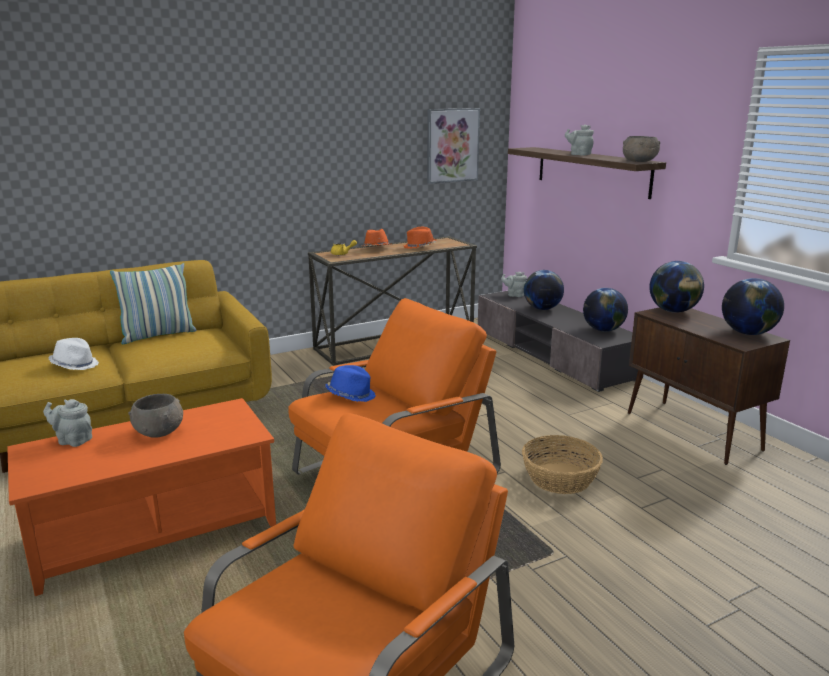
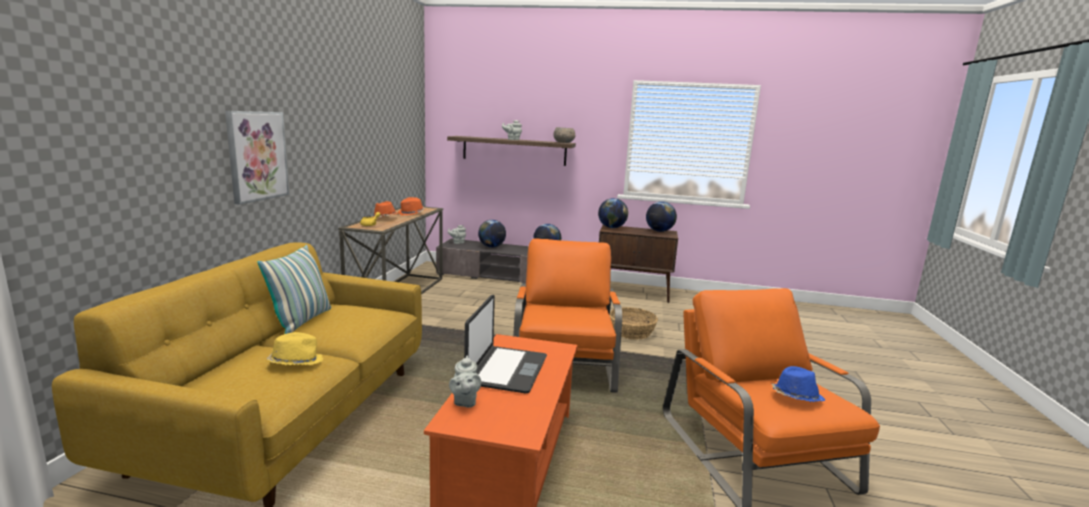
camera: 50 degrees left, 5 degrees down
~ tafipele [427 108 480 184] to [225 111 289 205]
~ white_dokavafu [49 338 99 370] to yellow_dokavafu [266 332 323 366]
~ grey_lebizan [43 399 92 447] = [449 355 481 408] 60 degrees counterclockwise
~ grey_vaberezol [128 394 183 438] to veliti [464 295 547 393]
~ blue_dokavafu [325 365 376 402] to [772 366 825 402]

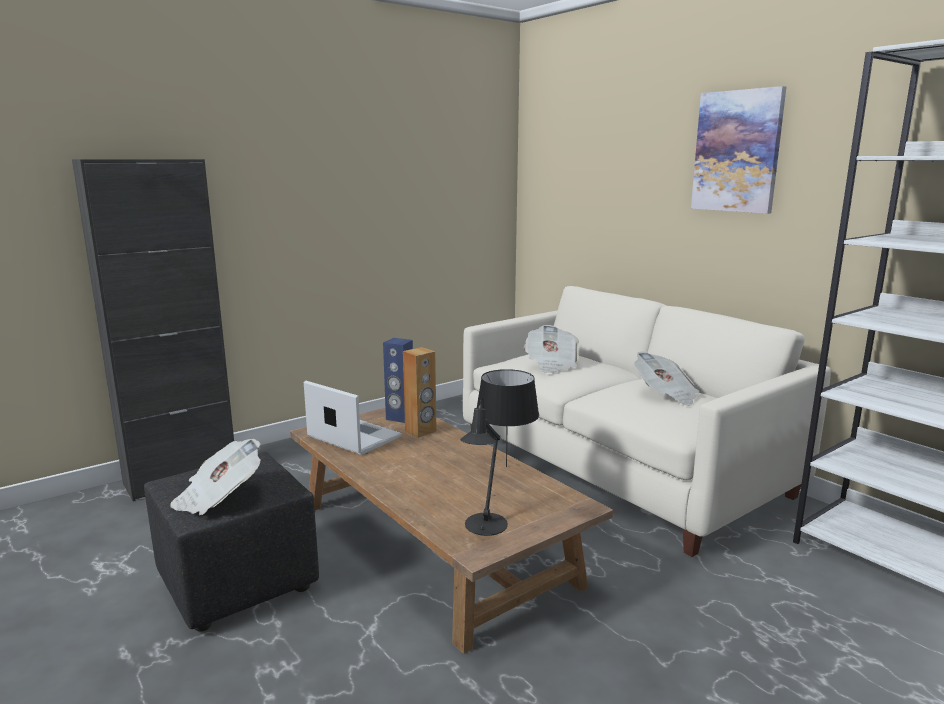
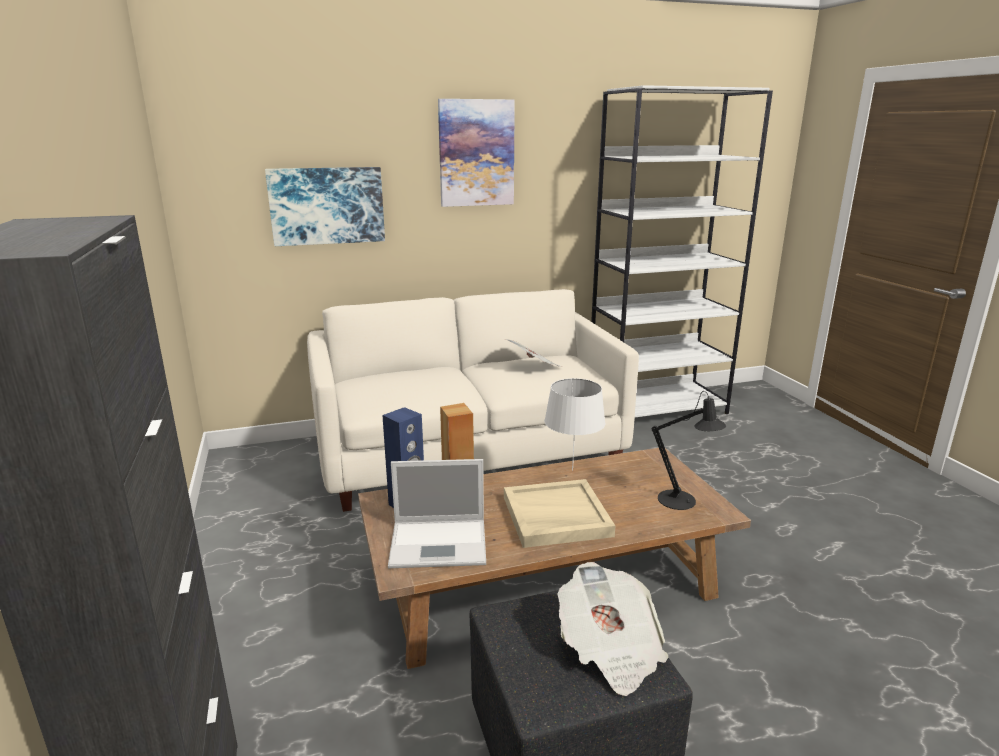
camera: 70 degrees left, 5 degrees up
+ tafipele [265 167 385 246]
~ veliti [304 381 402 455] = [388 459 486 568] 150 degrees counterclockwise
+ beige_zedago [504 479 615 548]
~ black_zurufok [477 369 539 467] to white_zurufok [544 378 605 471]
- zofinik [524 325 579 373]

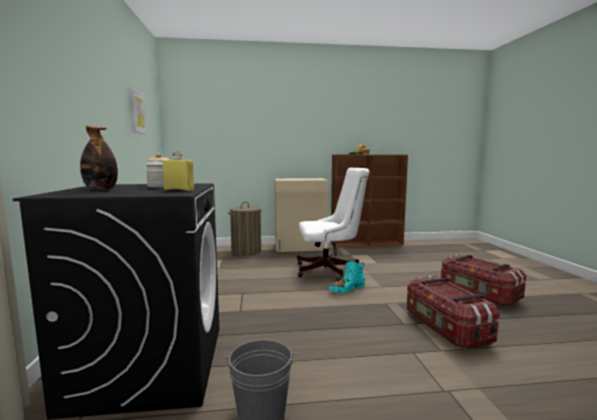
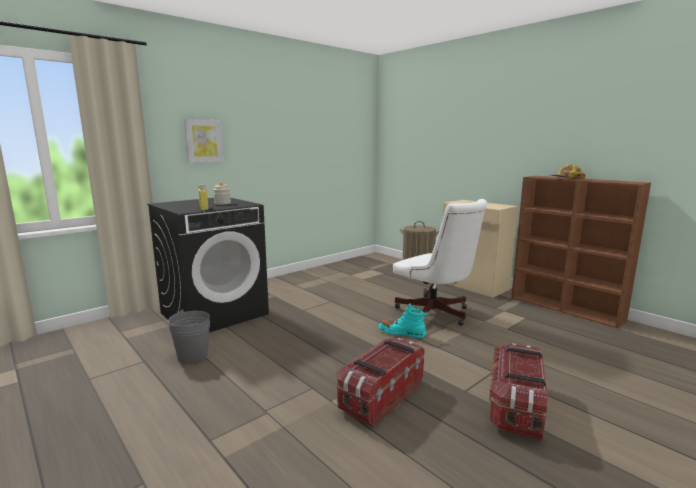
camera: 55 degrees right, 5 degrees up
~ tafipele [130 88 147 134] to [184 119 224 163]
- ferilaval [80 126 118 190]

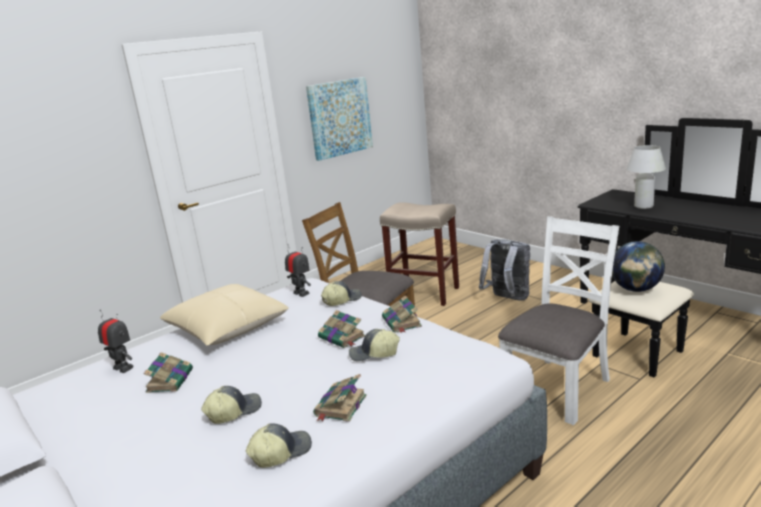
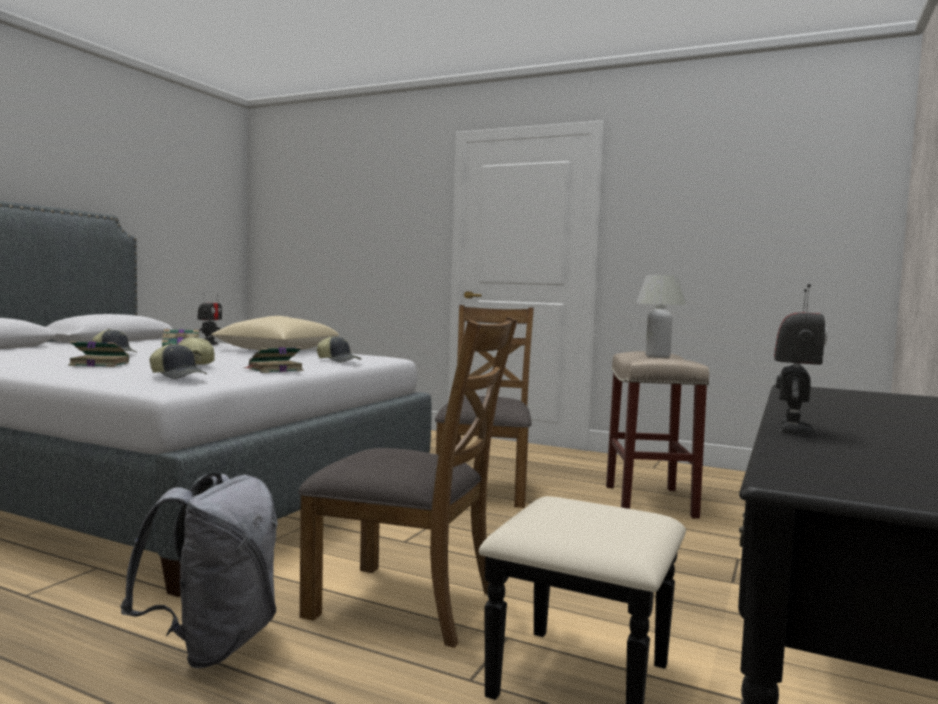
camera: 65 degrees right, 15 degrees down
~ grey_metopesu [479 239 530 300] to [120 472 278 668]
~ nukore [246 423 312 468] to [150 343 207 379]
~ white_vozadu [498 216 619 425] to brown_vozadu [298 317 518 648]
~ white_zurufok [626 145 666 209] to [636 275 686 358]
~ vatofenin [285 244 311 297] to [774 284 827 435]
- tafipele [306 77 373 161]
- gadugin [318 310 365 348]
- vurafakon [612 241 665 292]

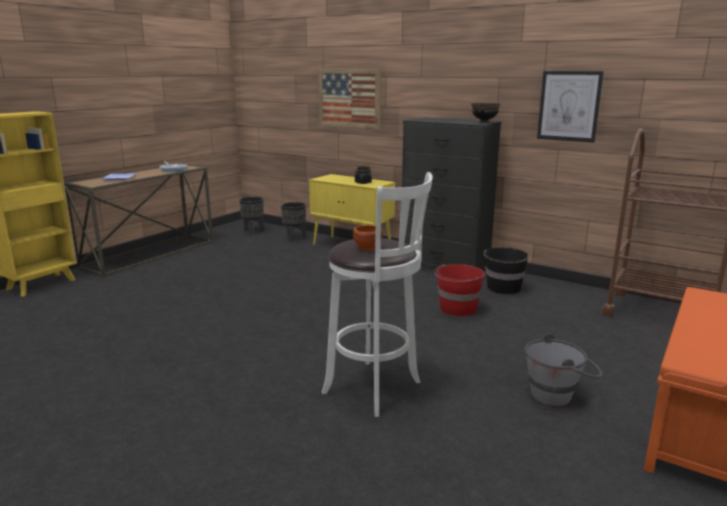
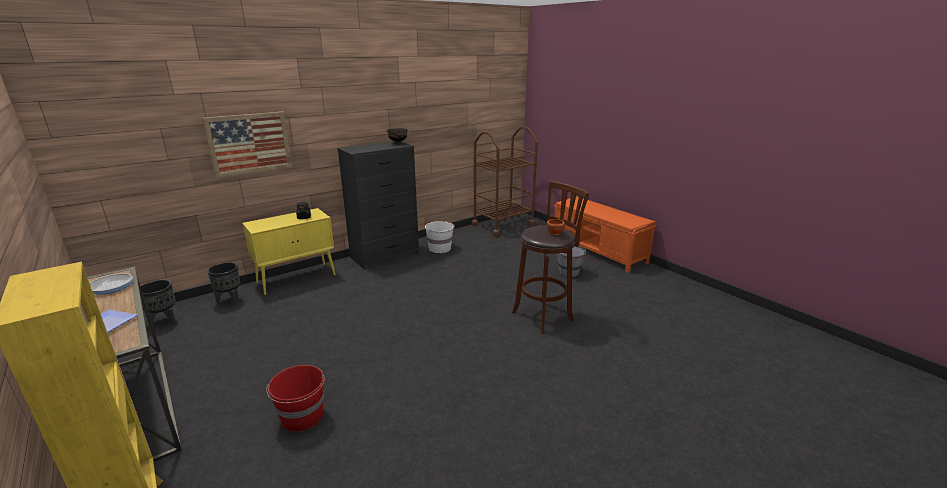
camera: 70 degrees left, 5 degrees up
~ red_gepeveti [434 264 484 317] to [266 365 325 432]
~ black_gepeveti [484 247 529 294] to white_gepeveti [425 221 455 253]
~ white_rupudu [322 172 433 417] to brown_rupudu [512 180 589 334]
- tafipele [537 71 604 143]

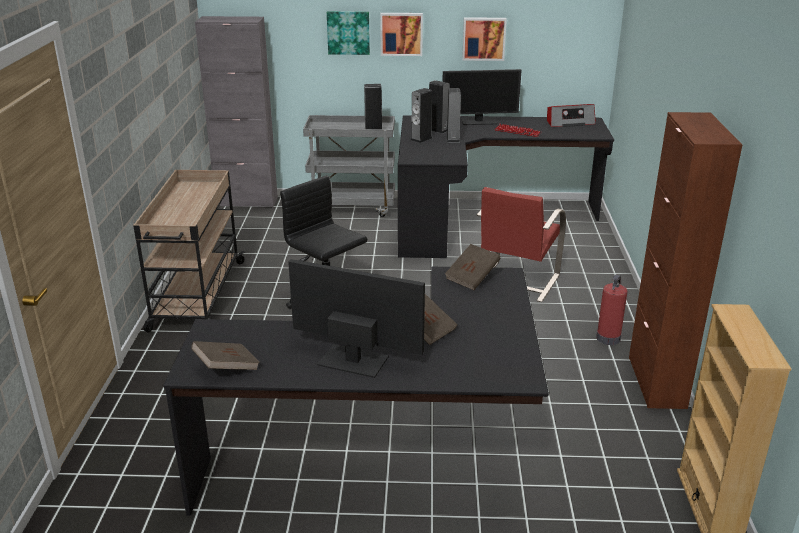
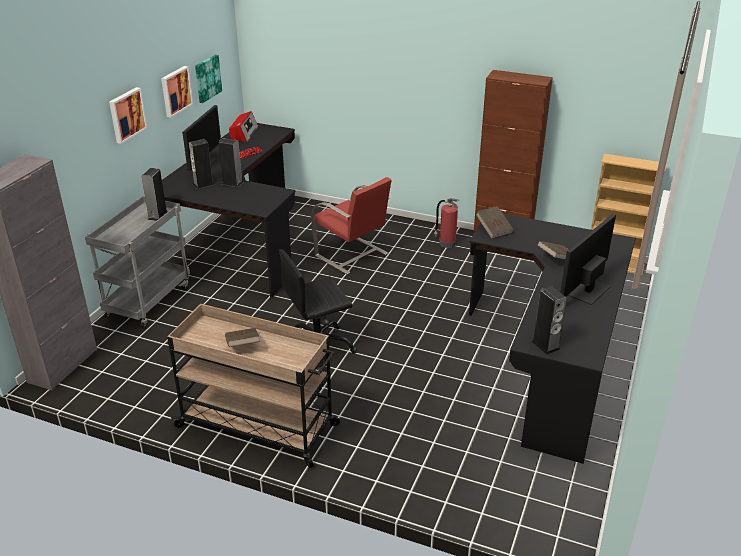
camera: 70 degrees left, 5 degrees up
~ tafipele [327 11 370 55] to [195 55 222 103]
~ brown_gadugin [191 341 260 370] to [225 328 260 347]
~ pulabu [410 88 432 143] to [532 286 567 355]

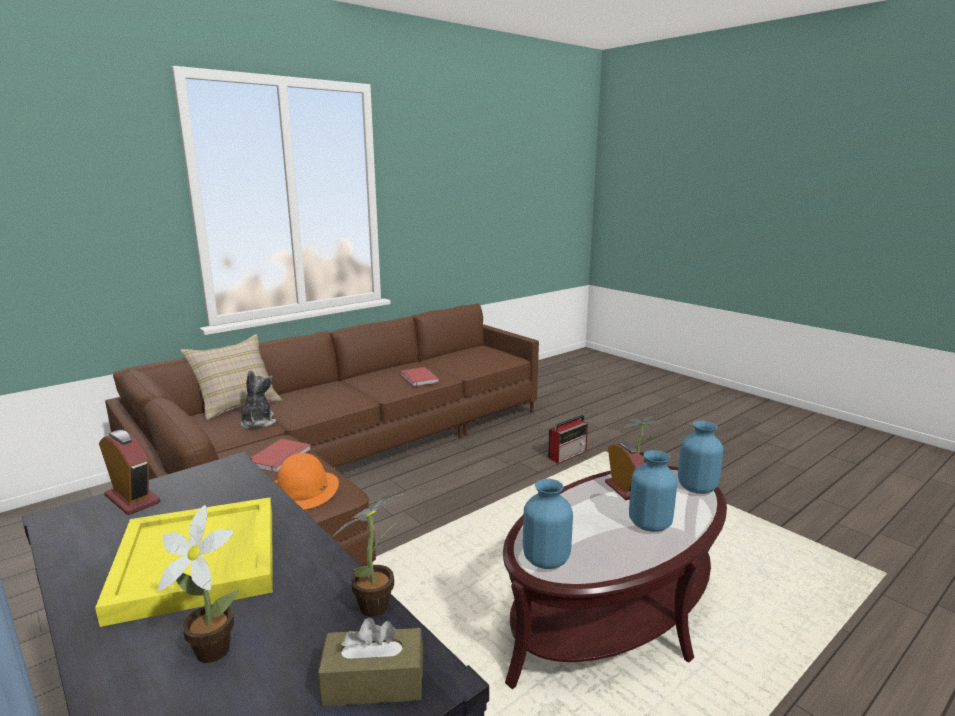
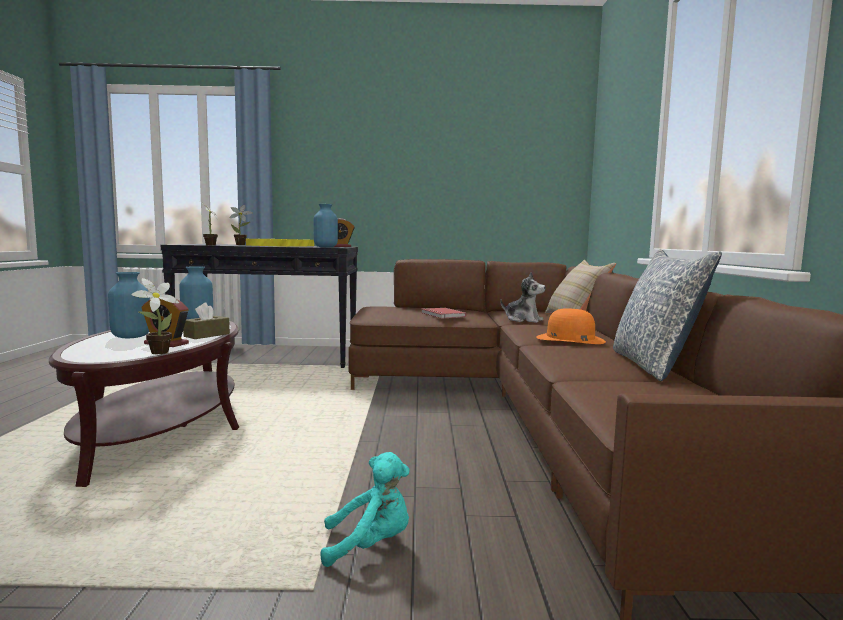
camera: 130 degrees right, 10 degrees down
~ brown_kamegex [318 618 423 706] to [183 302 230 339]
~ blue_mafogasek [678 421 724 494] to [314 204 338 247]
~ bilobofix [548 415 588 463] to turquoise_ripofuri [320 452 409 567]
~ orange_dokavafu [274 453 339 510] to [536 309 606 344]
+ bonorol [613 249 722 381]
- red_gadugin [400 367 439 386]

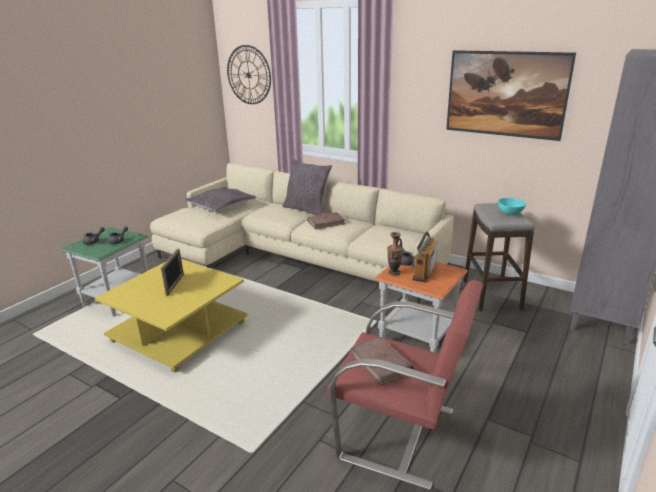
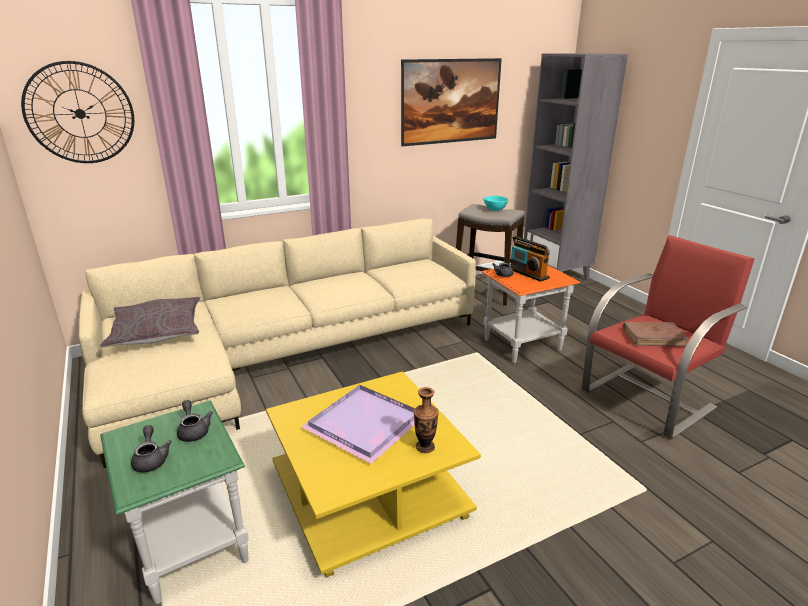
camera: 60 degrees left, 0 degrees up
~ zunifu [161 248 184 296] to purple_zedago [301 385 415 464]
~ mafogasek [387 232 403 276] to [414 387 439 453]
- grey_bonorol [282 158 332 215]
- brown_gadugin [307 212 346 230]

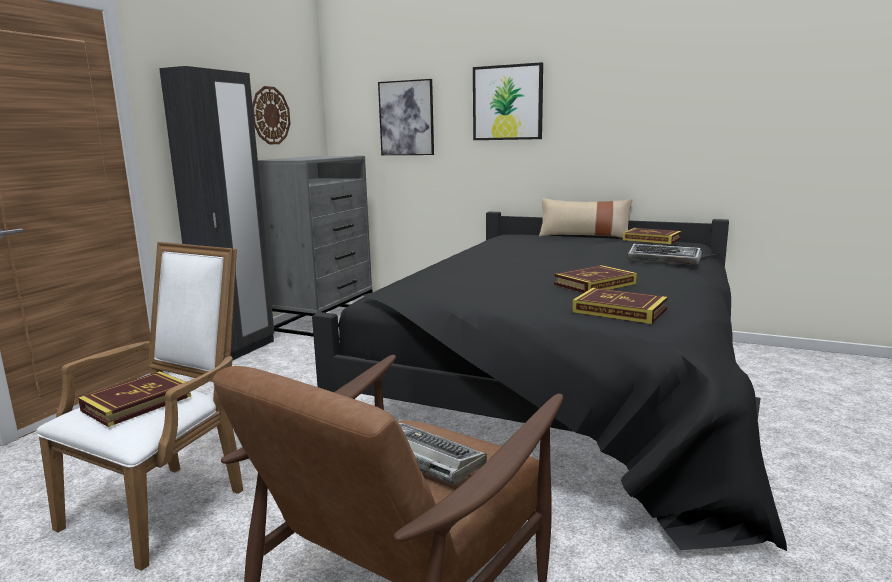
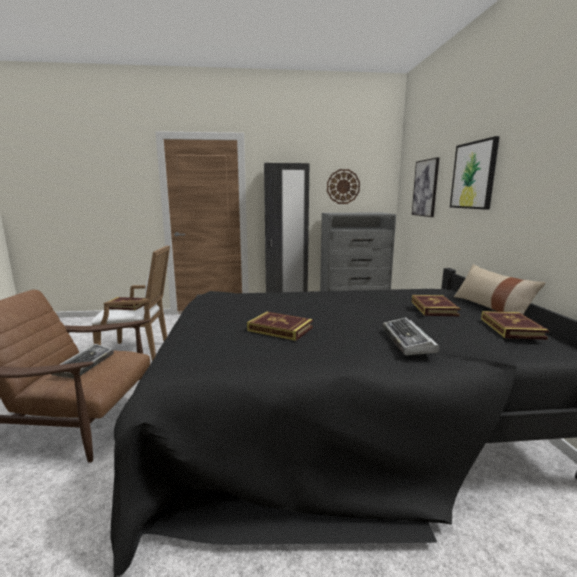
camera: 60 degrees right, 0 degrees up
~ gadugin [572 288 668 324] to [412 295 460 316]

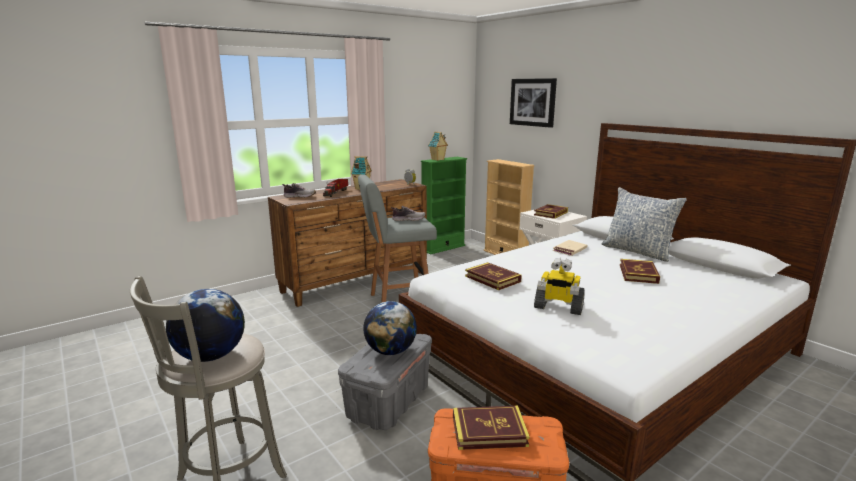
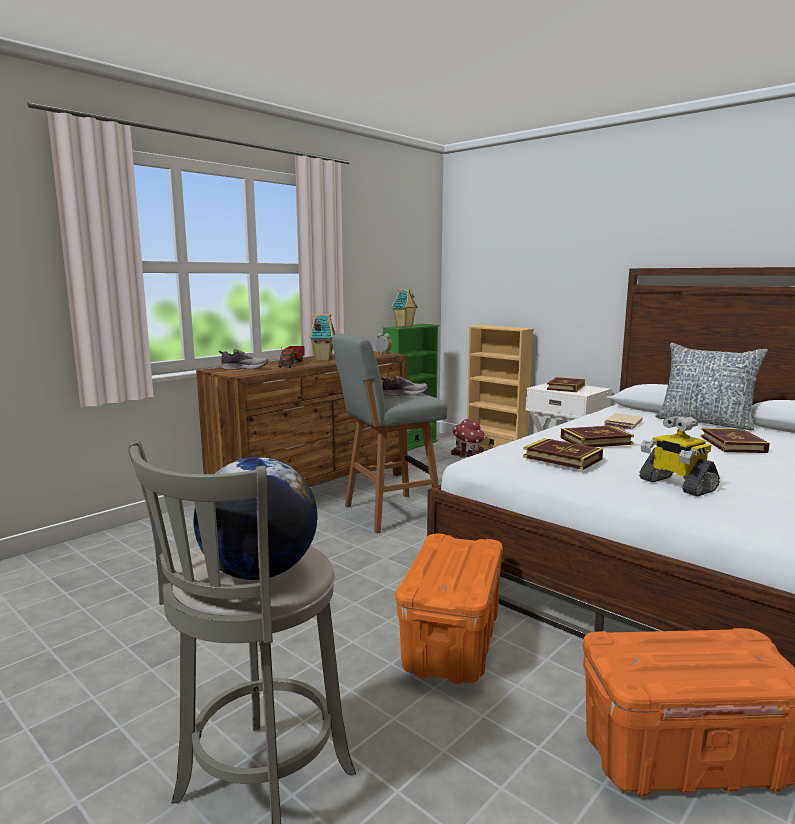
camera: 10 degrees left, 5 degrees down
~ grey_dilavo [338 334 432 430] to orange_dilavo [396 534 503 684]
+ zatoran [451 419 485 458]
~ gadugin [453 406 530 450] to [561 426 634 447]
~ vatofenin [534 258 585 315] = [639 415 720 496] 45 degrees clockwise
- vurafakon [363 301 417 355]
- tafipele [510 78 557 128]

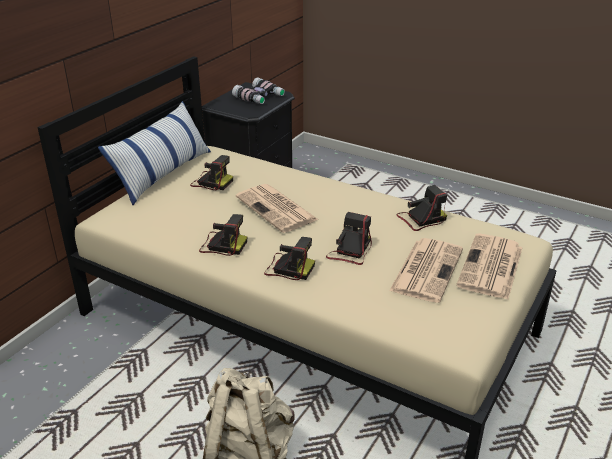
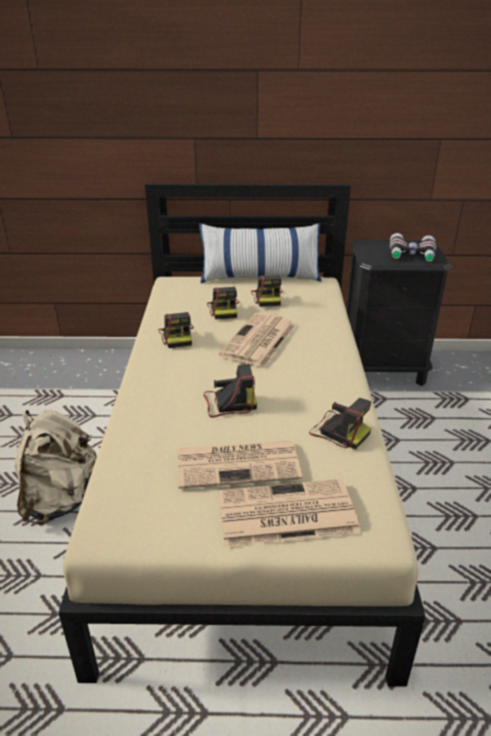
camera: 60 degrees right, 0 degrees up
~ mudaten [264 237 315 280] to [207 287 239 319]

